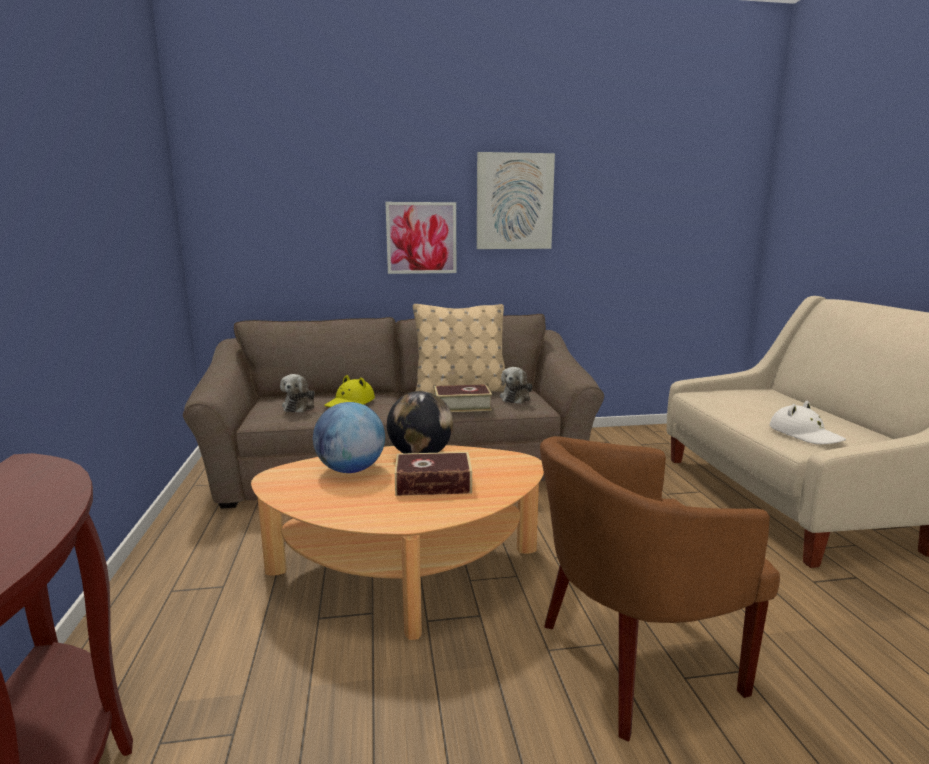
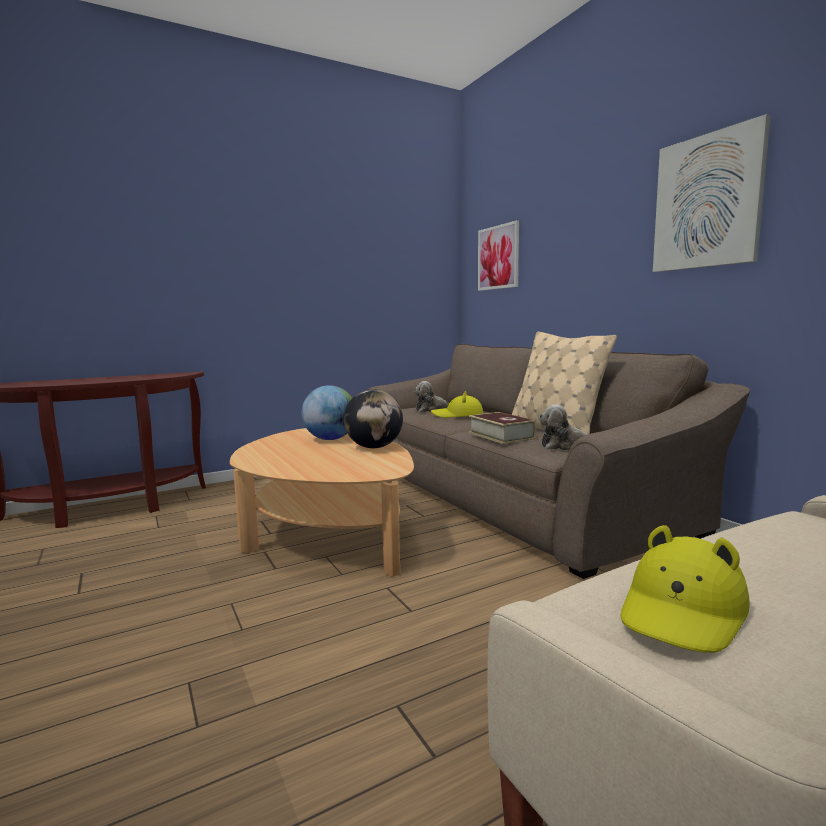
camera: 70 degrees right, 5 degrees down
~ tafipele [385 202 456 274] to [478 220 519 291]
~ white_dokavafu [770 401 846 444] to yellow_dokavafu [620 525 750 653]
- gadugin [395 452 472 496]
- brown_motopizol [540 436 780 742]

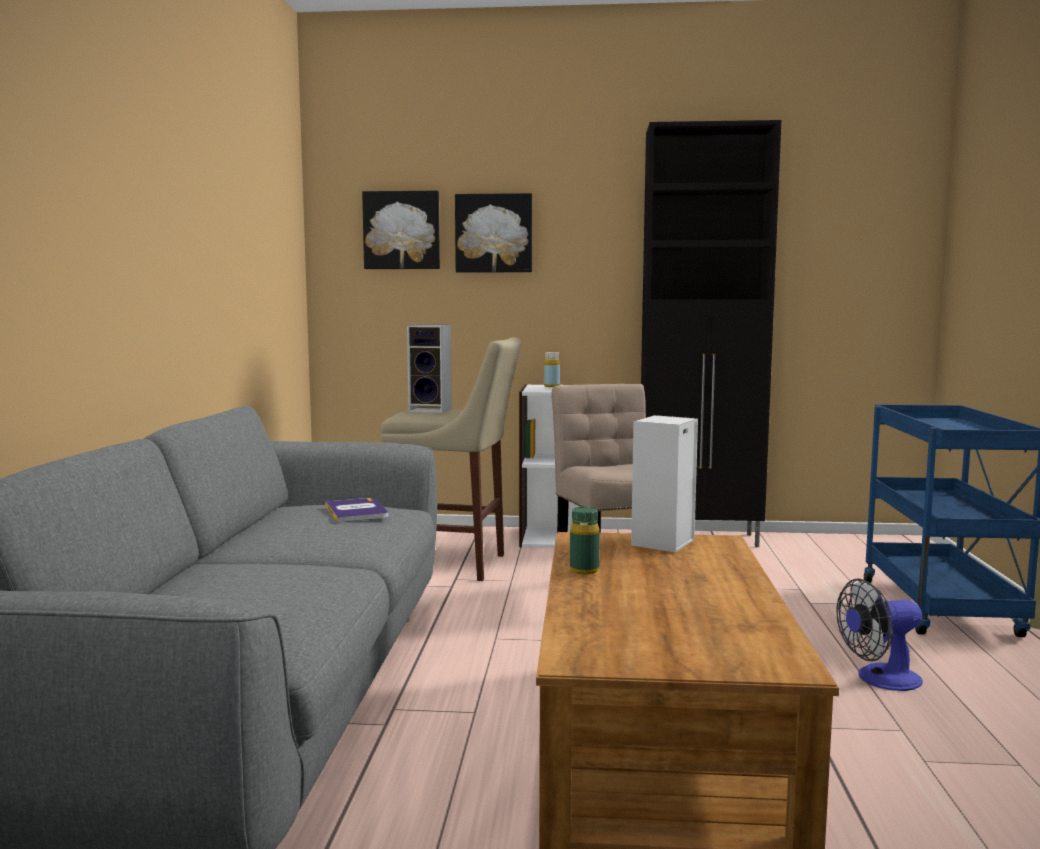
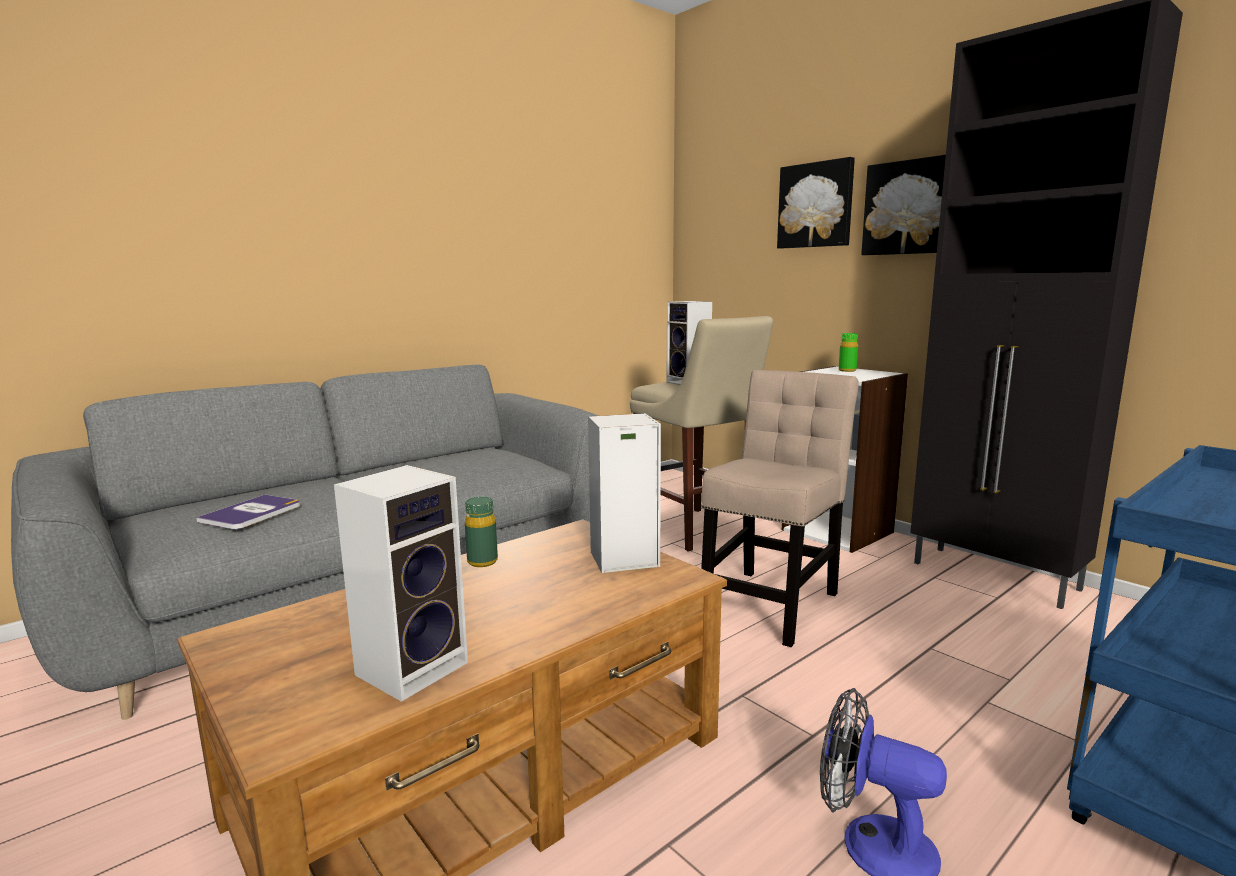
camera: 45 degrees right, 5 degrees up
~ gadugin [325 498 388 522] to [196 495 301 529]
+ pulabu [334 465 468 702]
~ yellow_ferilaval [544 352 560 387] to green_ferilaval [839 333 858 372]
~ tafipele [362 191 440 269] to [861 155 946 255]

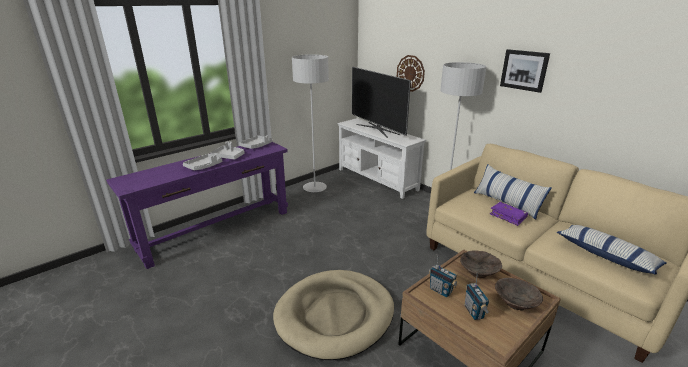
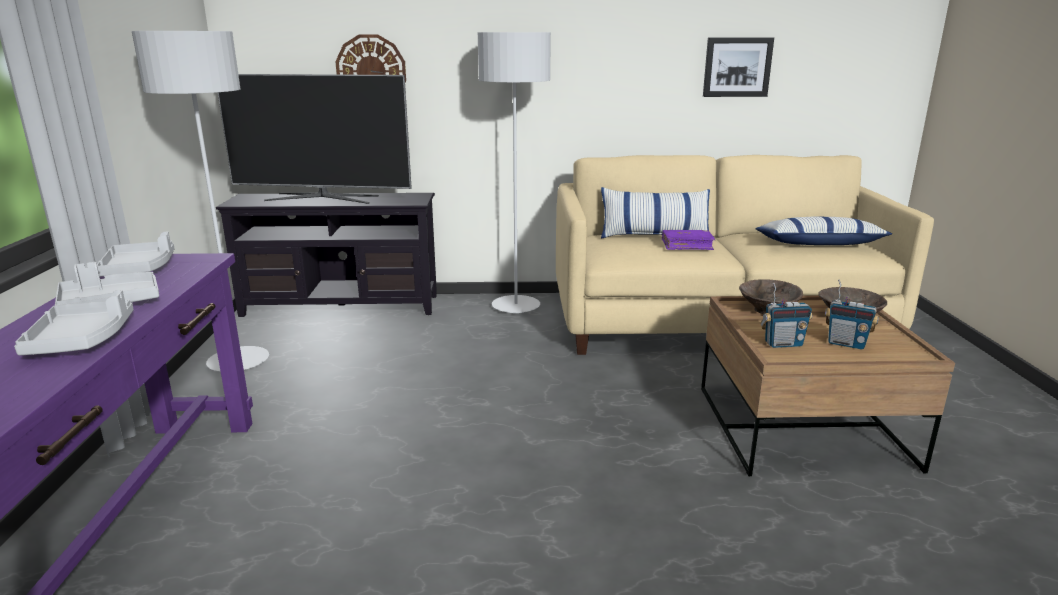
camera: 50 degrees left, 5 degrees down
~ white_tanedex [338 118 426 199] to black_tanedex [216 193 437 317]
~ tafipele [500 49 550 93] to [703 37 774 97]
- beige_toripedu [273 270 394 360]

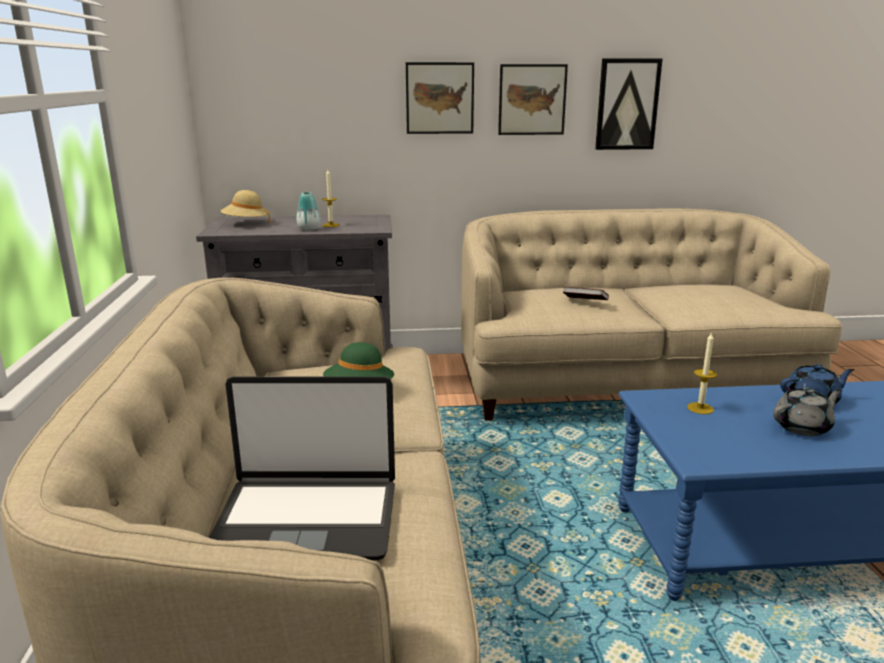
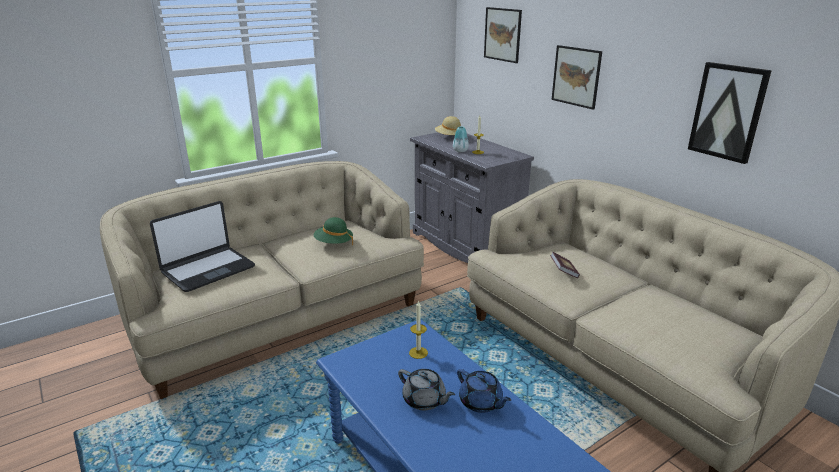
camera: 60 degrees right, 5 degrees up
~ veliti [209 376 395 560] = [150 201 255 292] 105 degrees counterclockwise
~ tafipele [498 64 568 135] to [484 7 522 63]

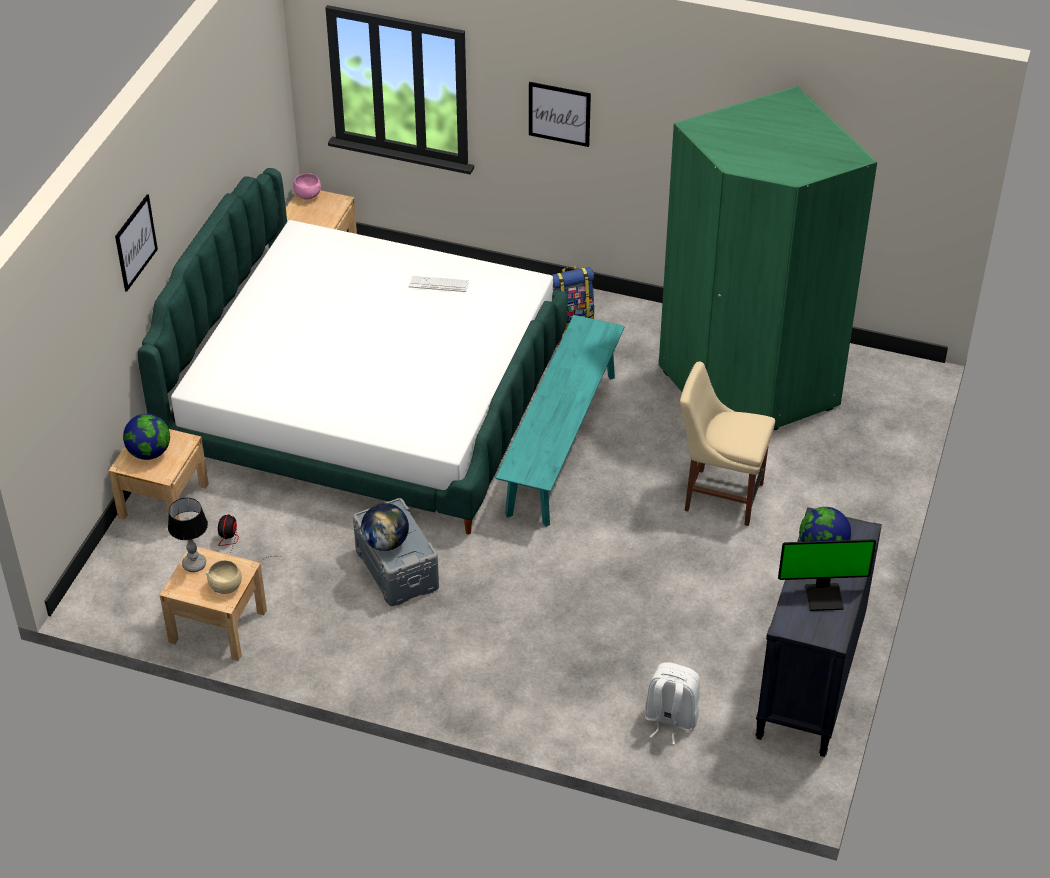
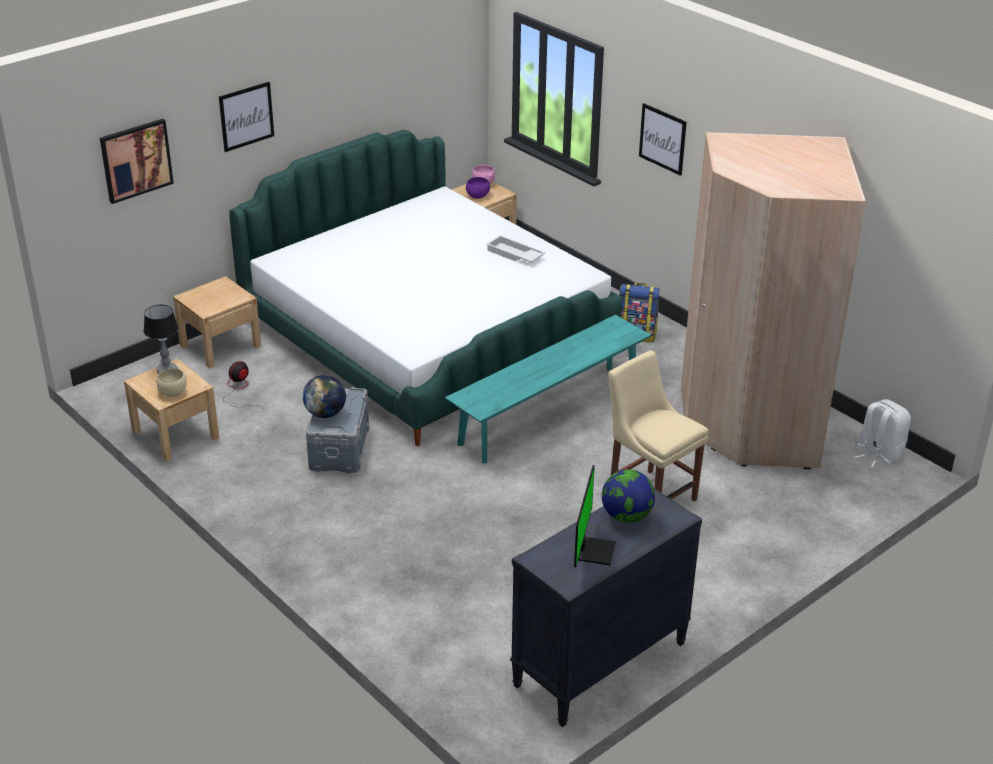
camera: 30 degrees right, 10 degrees down
+ tafipele [100 119 174 204]
+ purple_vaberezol [466 177 490 199]
~ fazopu [409 275 469 292] to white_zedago [486 235 546 263]
~ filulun [778 539 876 611] = [574 465 616 568] 105 degrees counterclockwise
~ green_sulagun [659 86 877 430] to beige_sulagun [681 132 866 469]
~ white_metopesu [645 662 700 744] to [855 399 911 467]
- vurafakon [123 414 170 460]

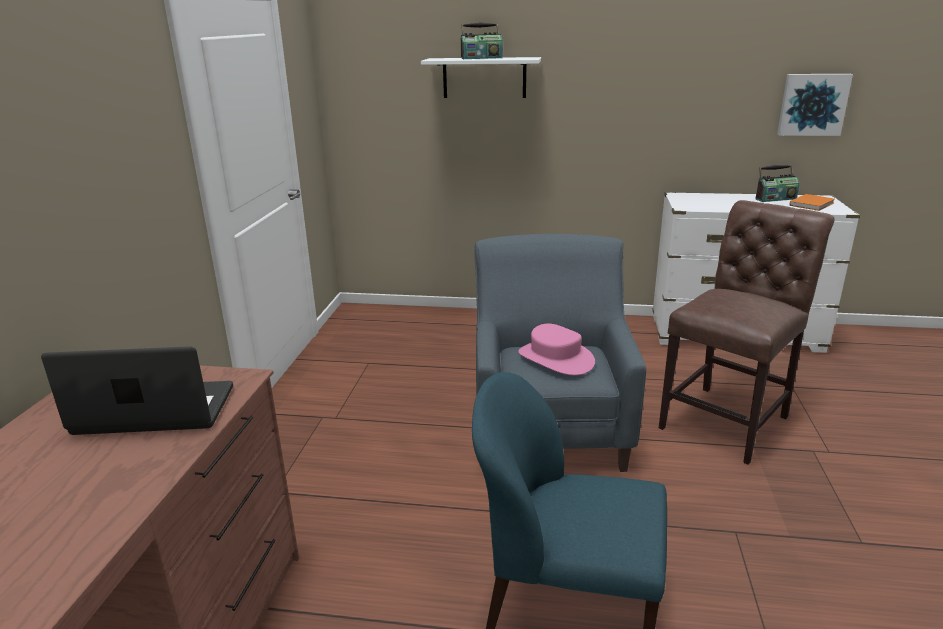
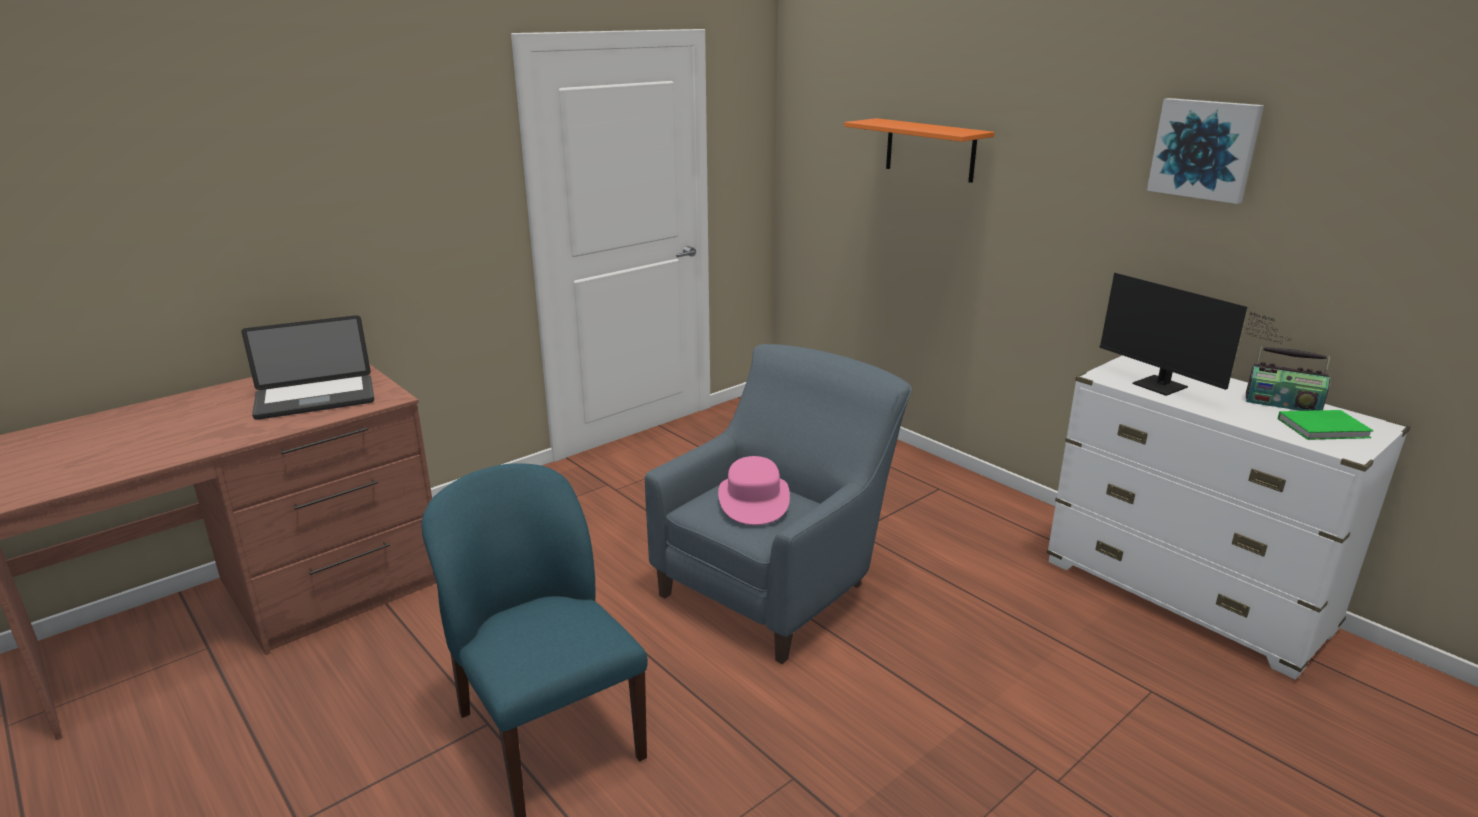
camera: 40 degrees right, 0 degrees up
~ veliti [41 346 233 435] = [241 315 374 420] 120 degrees clockwise
~ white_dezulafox [421 57 541 98] to orange_dezulafox [844 118 995 183]
+ filulun [1099 273 1293 396]
~ tafipele [777 74 853 136] to [1147 98 1264 204]
~ orange_gadugin [789 194 835 211] to green_gadugin [1278 410 1374 440]
- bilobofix [461 23 503 59]
- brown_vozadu [659 200 834 465]

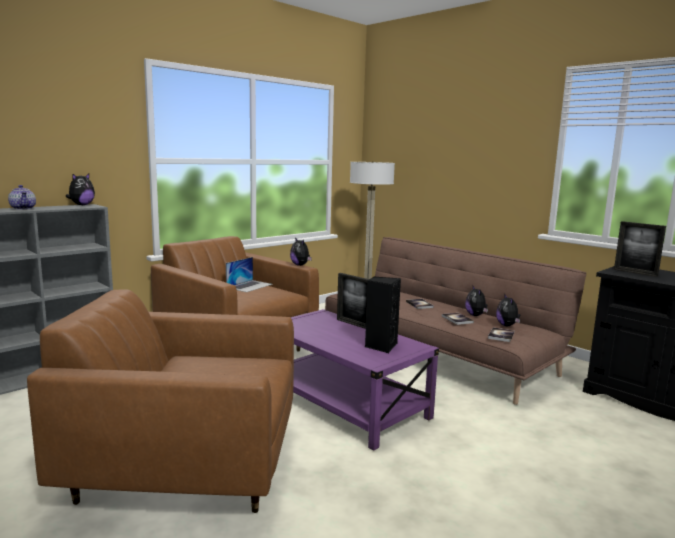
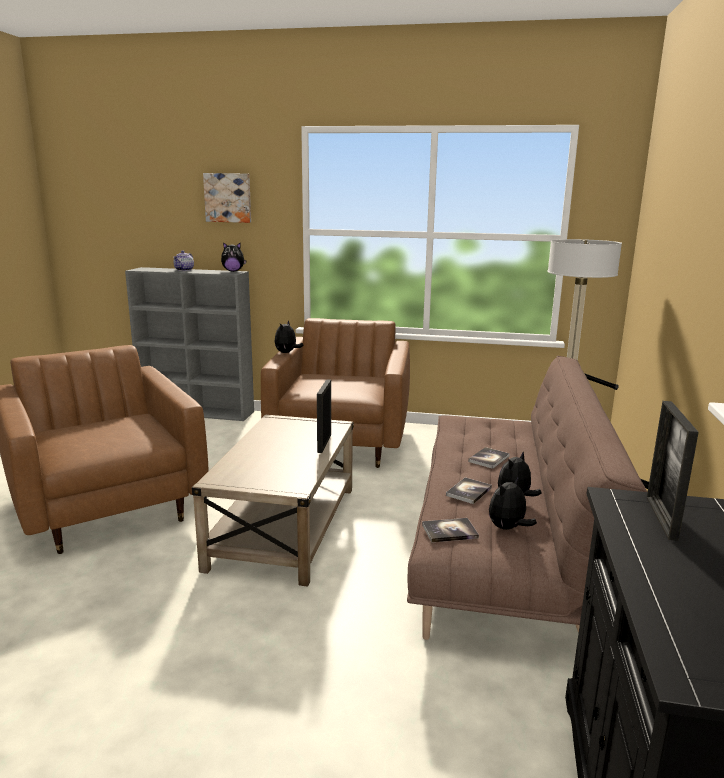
camera: 55 degrees right, 5 degrees up
~ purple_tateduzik [290 309 439 450] to beige_tateduzik [192 415 354 586]
+ tafipele [203 173 251 223]
~ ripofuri [290 237 312 266] to [275 320 304 353]
- veliti [226 257 273 292]
- black_pulabu [365 277 401 353]

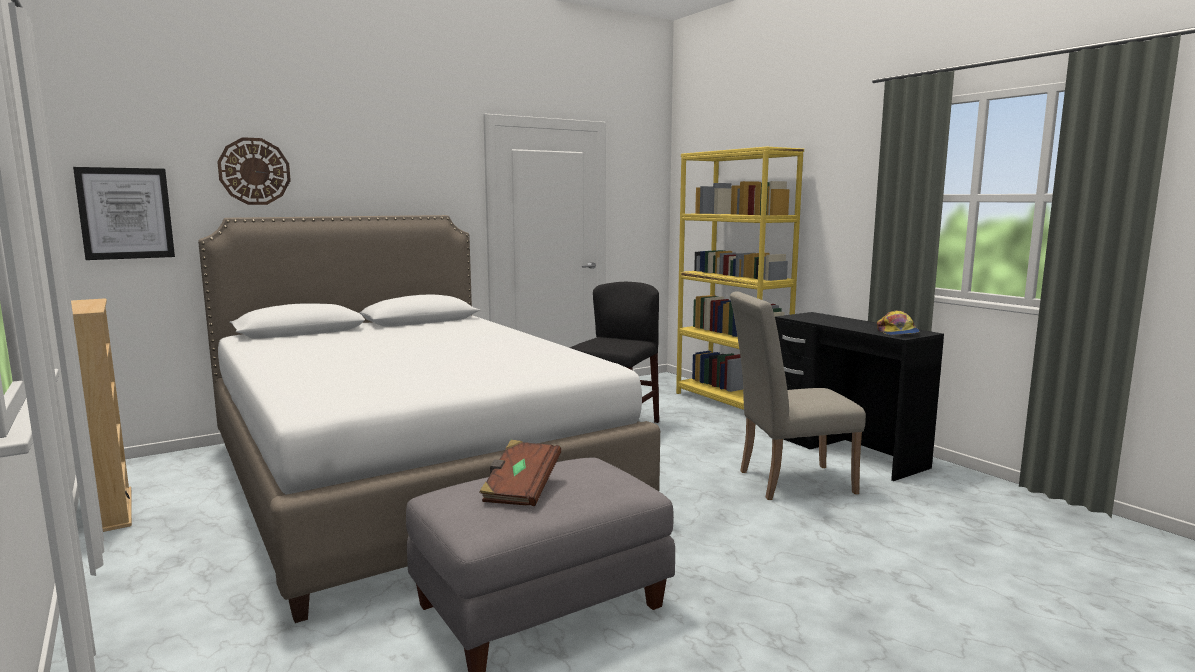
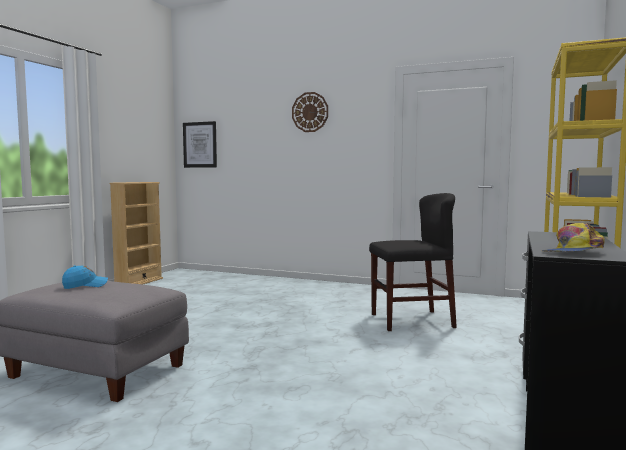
camera: 55 degrees right, 5 degrees down
~ brown_gadugin [479 440 561 506] to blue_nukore [62 265 108 289]
~ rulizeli [217 137 291 205] to [292 92 328 132]
- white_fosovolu [198 215 660 623]
- beige_vozadu [730 291 866 500]

